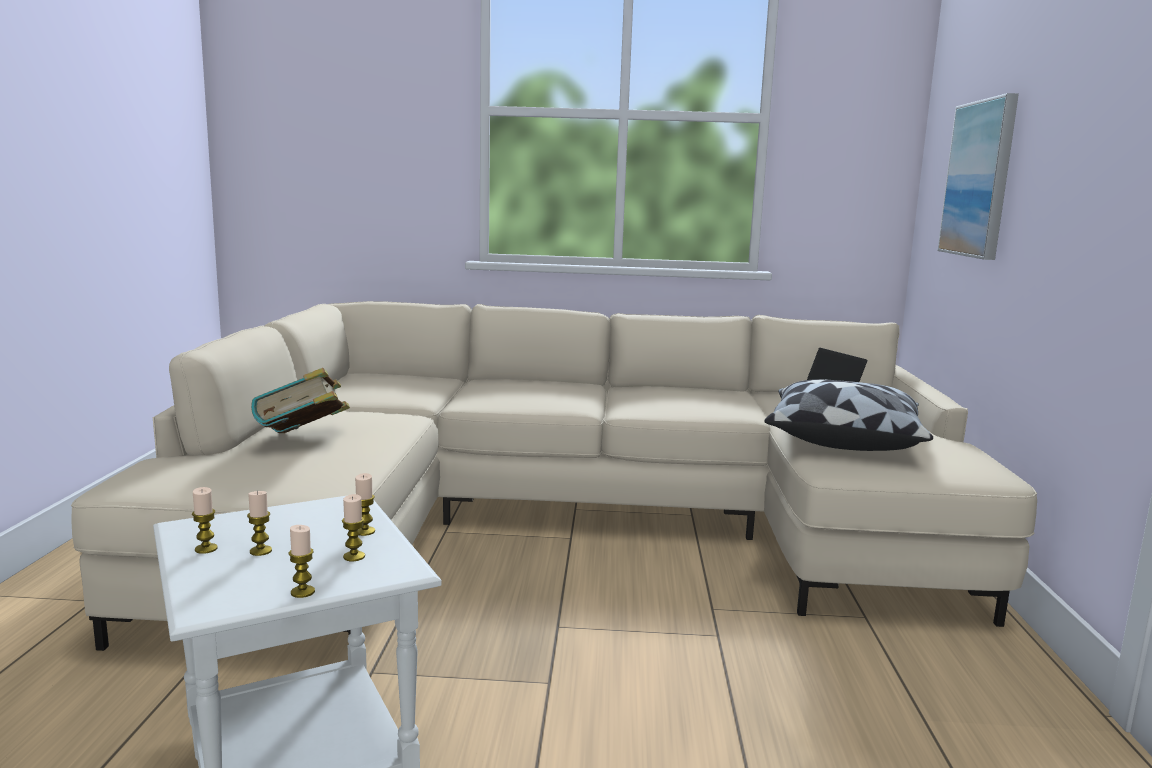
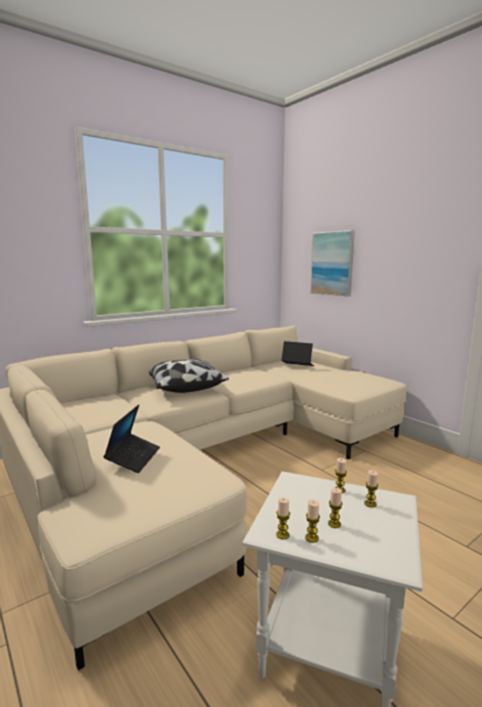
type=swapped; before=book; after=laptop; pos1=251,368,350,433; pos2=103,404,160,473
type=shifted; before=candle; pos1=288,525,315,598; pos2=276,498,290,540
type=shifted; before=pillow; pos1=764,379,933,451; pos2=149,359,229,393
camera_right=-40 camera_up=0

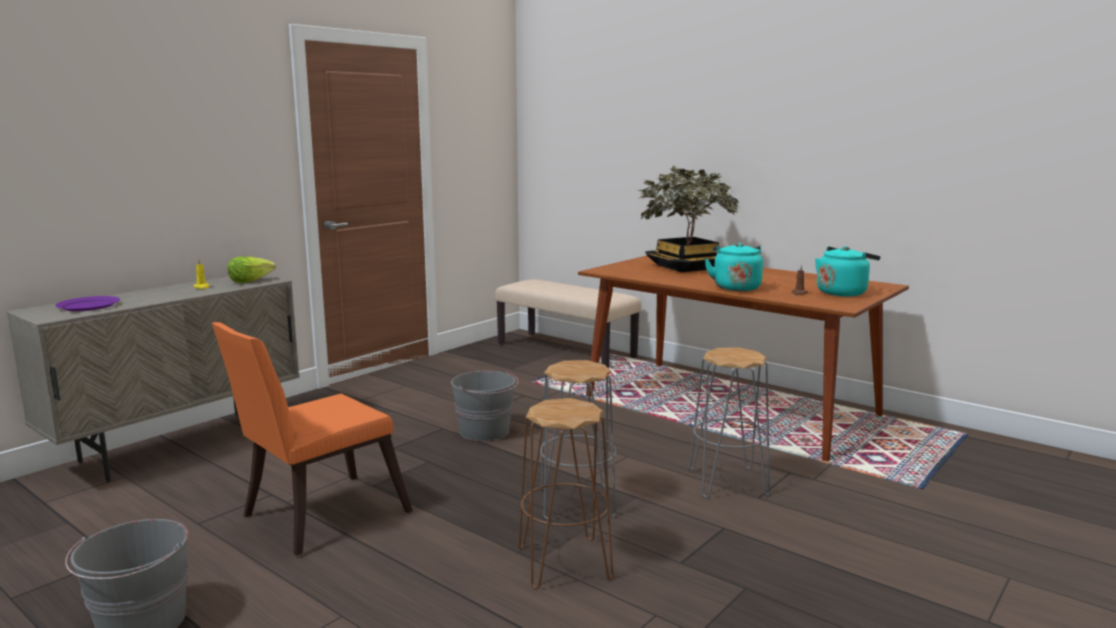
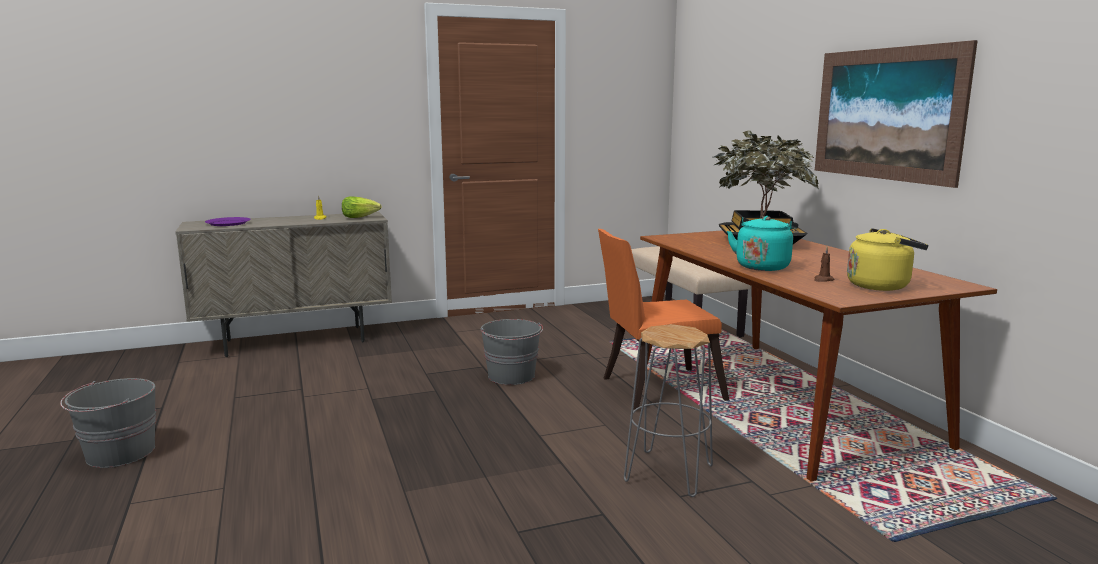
type=shifted; before=orange chair; pos1=212,322,413,556; pos2=598,229,729,410
type=gone; before=brown stool; pos1=518,398,613,589
type=gone; before=grey stool; pos1=540,360,616,520
type=repainted; before=turquoise kettle; after=yellow kettle; pos1=815,246,880,296; pos2=847,228,928,291
type=new; after=picture; pos2=815,40,978,188
camera_right=30 camera_up=0

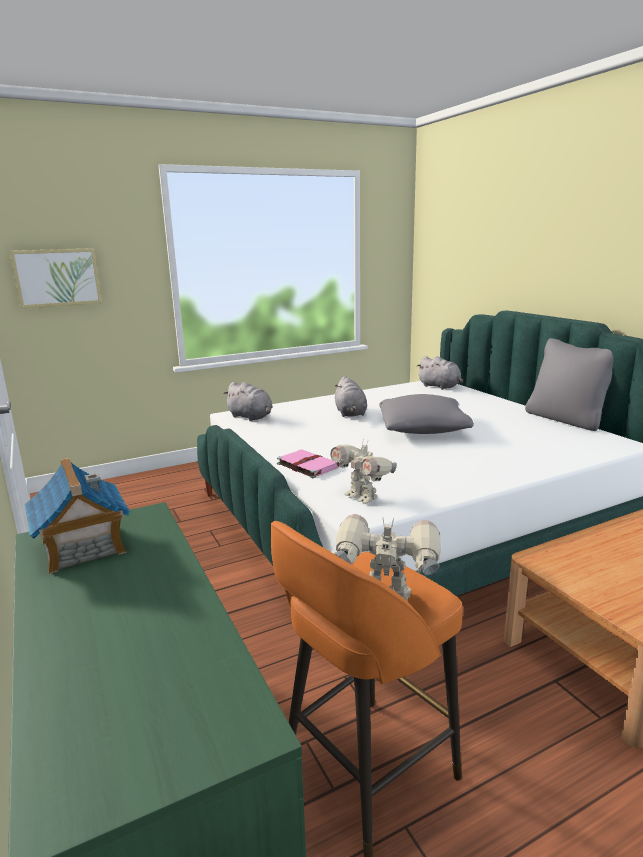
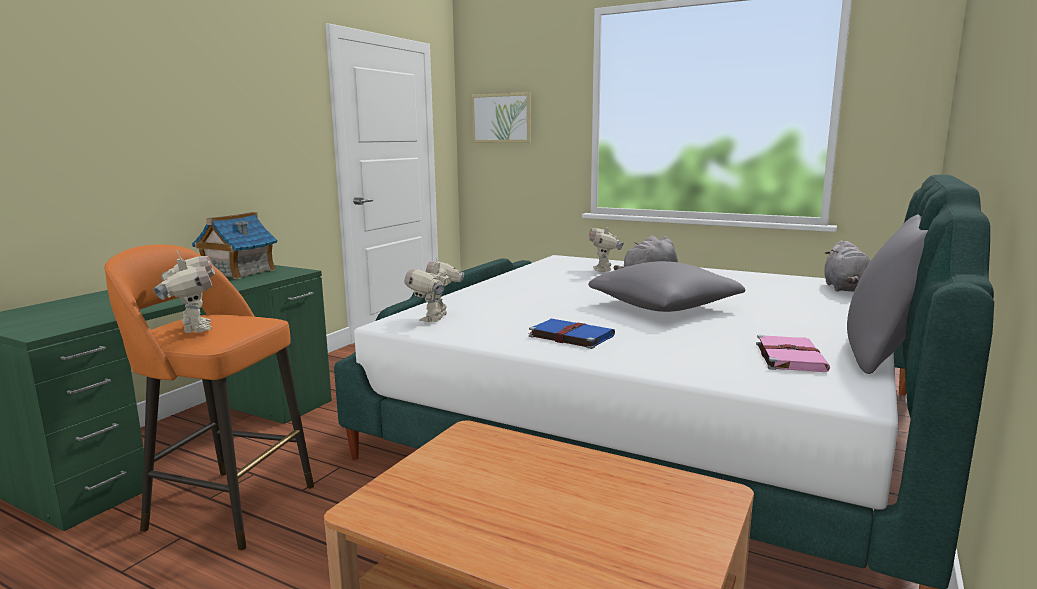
type=gone; before=grey plush toy; pos1=223,382,273,421
type=shifted; before=pink book; pos1=277,450,339,478; pos2=756,335,830,372
type=new; after=blue book; pos2=529,319,615,349
type=new; after=toy robot; pos2=588,224,623,272
camera_right=55 camera_up=-5

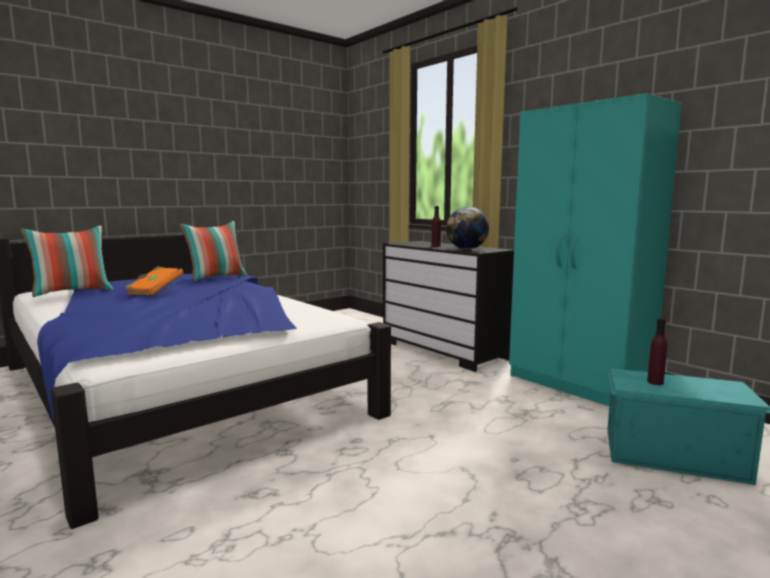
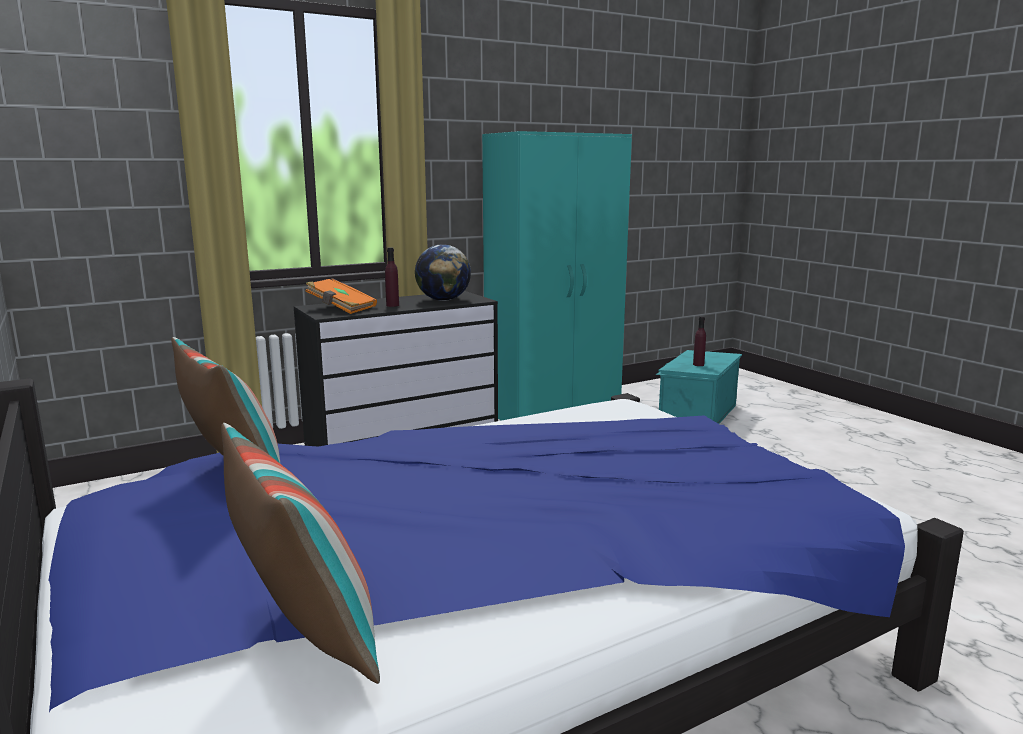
type=shifted; before=orange book; pos1=125,267,184,295; pos2=306,278,377,314
camera_right=-80 camera_up=5

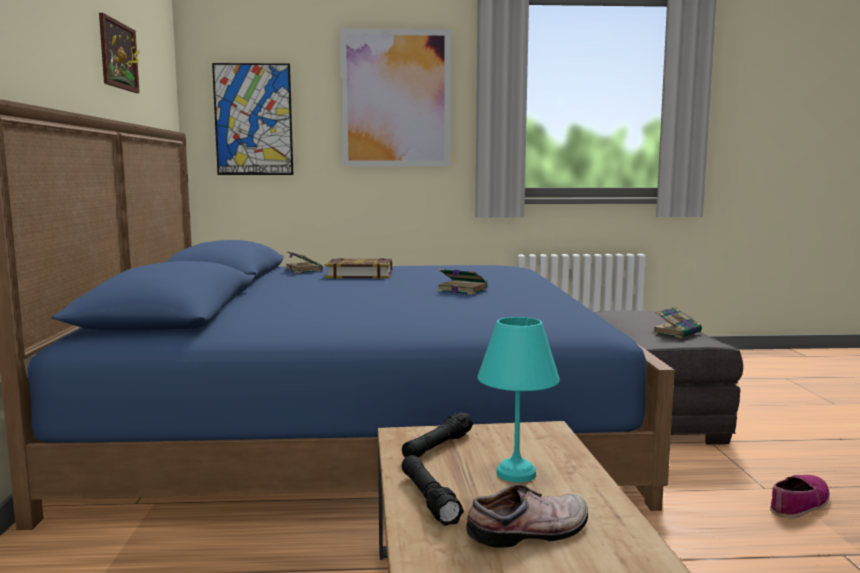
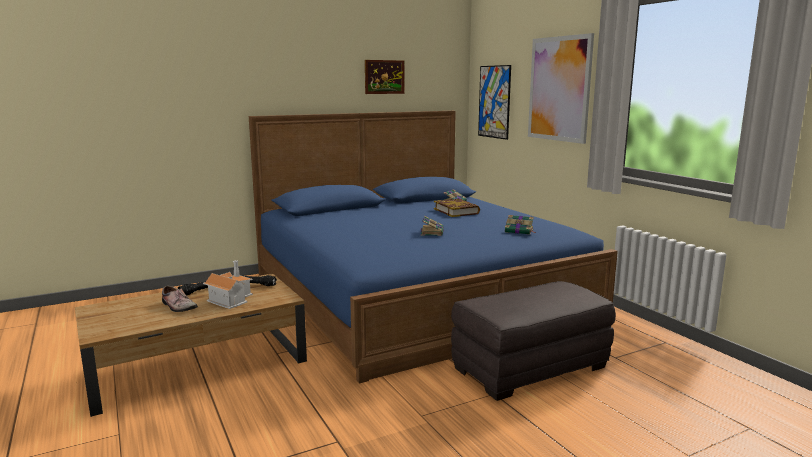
type=swapped; before=turquoise table lamp; after=toy house; pos1=477,317,560,482; pos2=203,260,253,309
type=shifted; before=book; pos1=652,307,702,338; pos2=505,215,535,235
type=gone; before=shoe; pos1=770,475,830,518
camera_right=65 camera_up=5

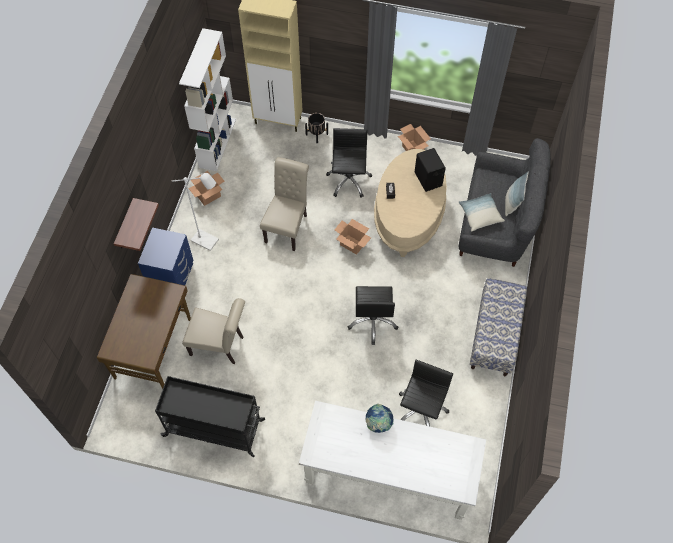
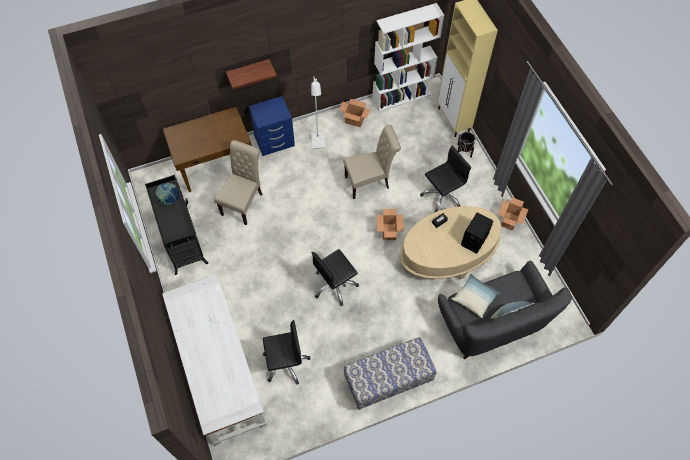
type=rotated; before=beige chair; pos1=182,298,245,364; pos2=214,140,263,225; turn=-135
type=shifted; before=globe; pos1=365,404,394,433; pos2=156,183,179,205
camera_right=55 camera_up=0

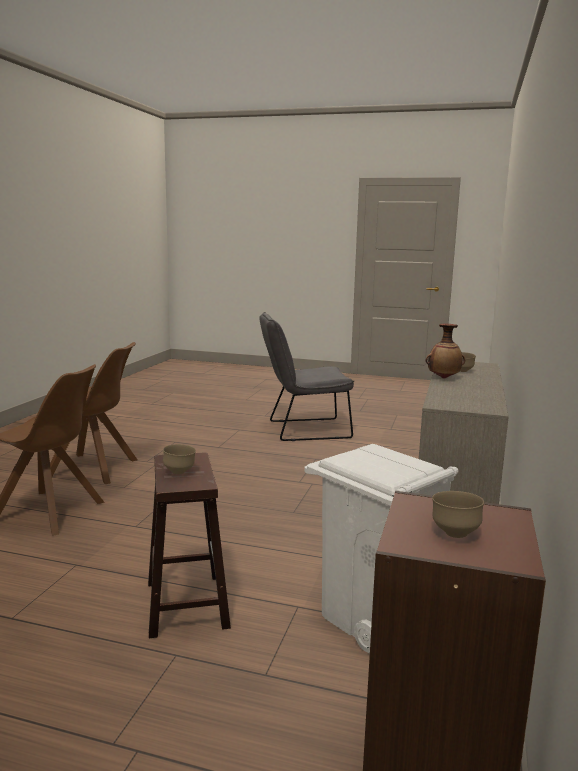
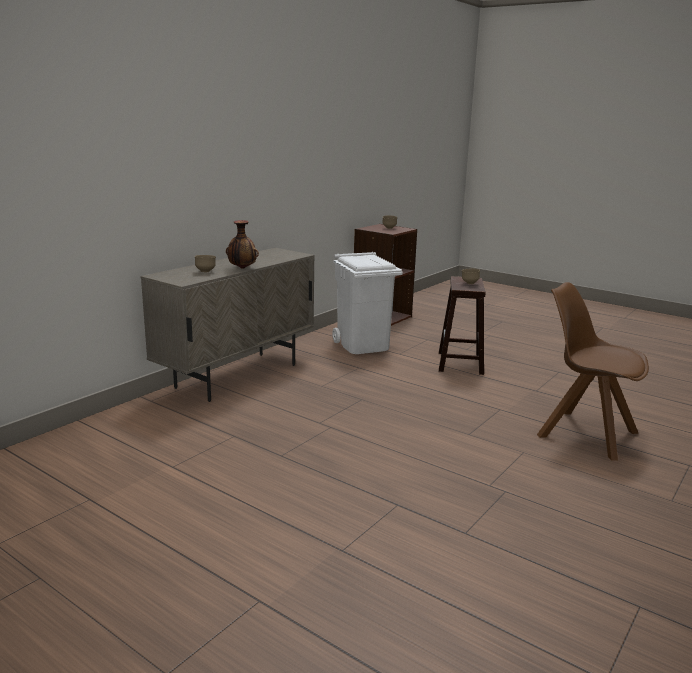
type=gone; before=brown chair; pos1=50,342,137,484
type=gone; before=grey chair; pos1=259,312,354,441
camera_right=-160 camera_up=5

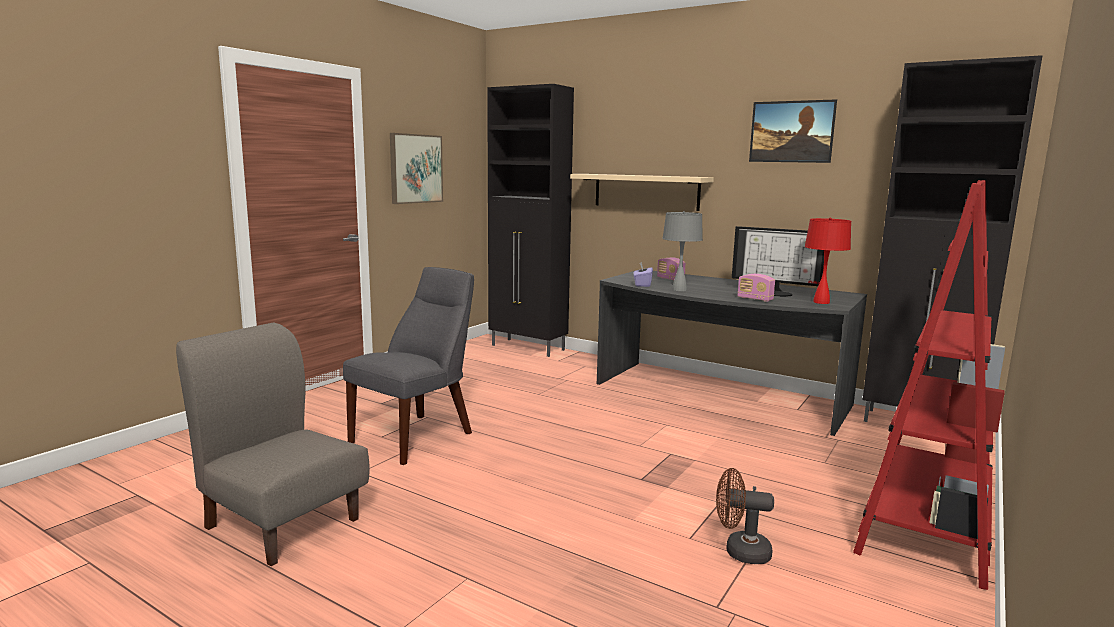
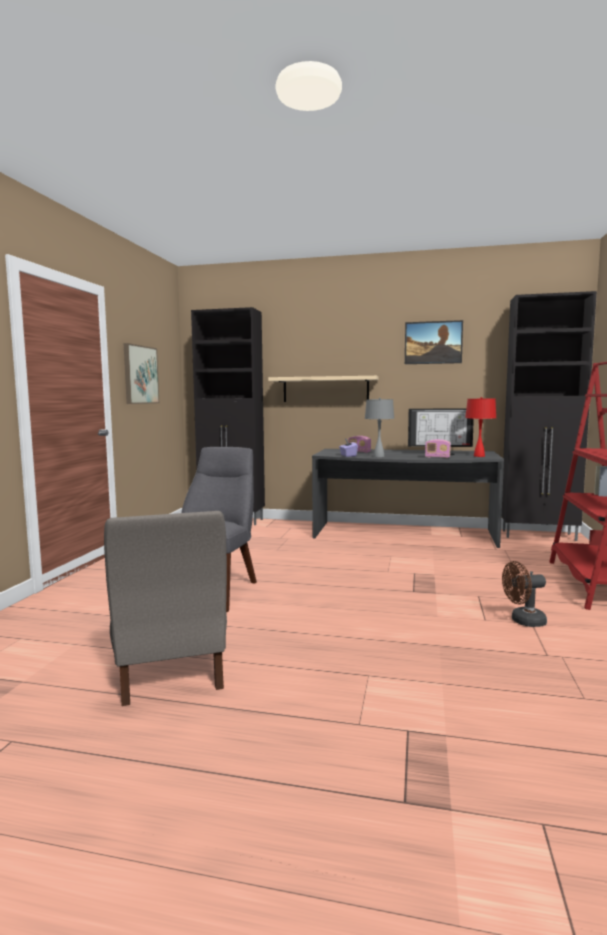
type=rotated; before=grey chair; pos1=176,323,370,566; pos2=104,511,227,706; turn=-120
camera_right=-20 camera_up=-5

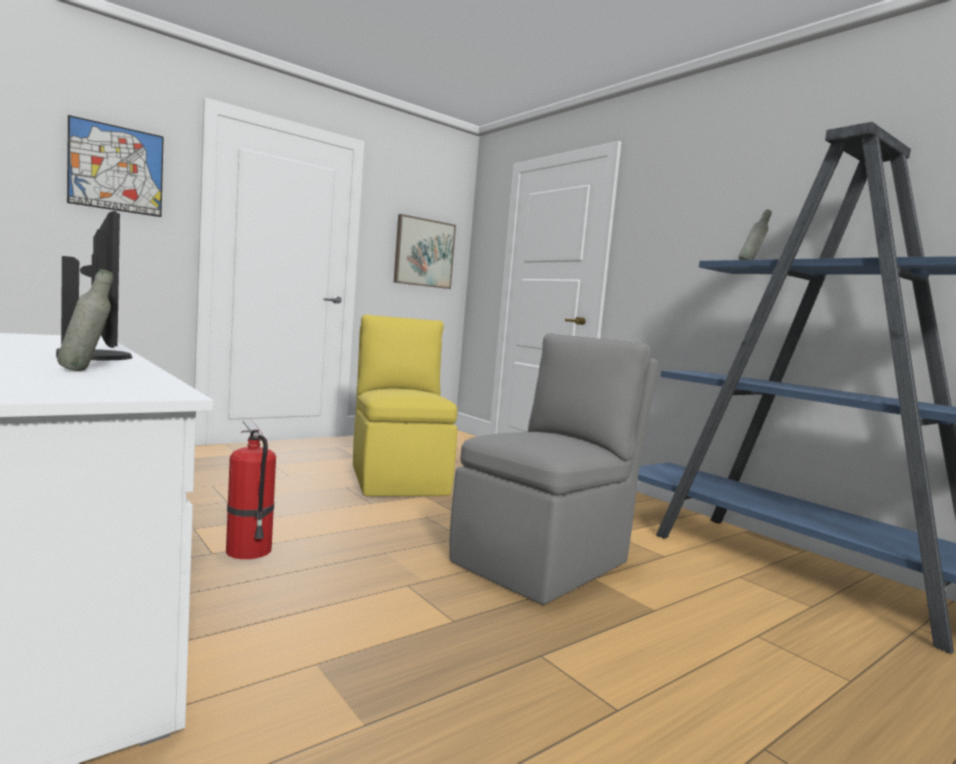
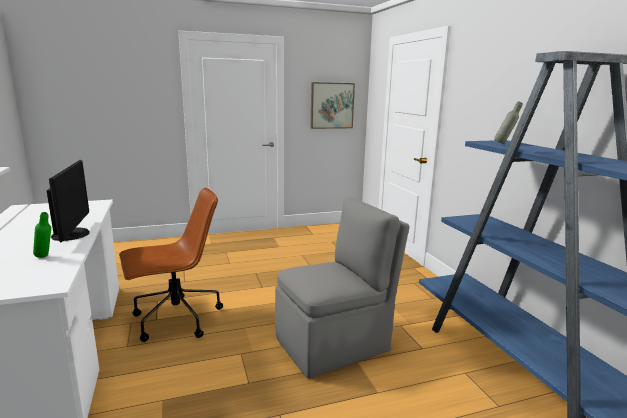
type=repainted; before=grey bottle; after=green bottle; pos1=57,269,113,371; pos2=33,212,51,258
type=gone; before=picture; pos1=67,115,164,217
type=swapped; before=fire extinguisher; after=brown office chair; pos1=226,420,276,559; pos2=119,187,223,342
type=gone; before=yellow chair; pos1=353,315,458,496
camera_right=20 camera_up=10

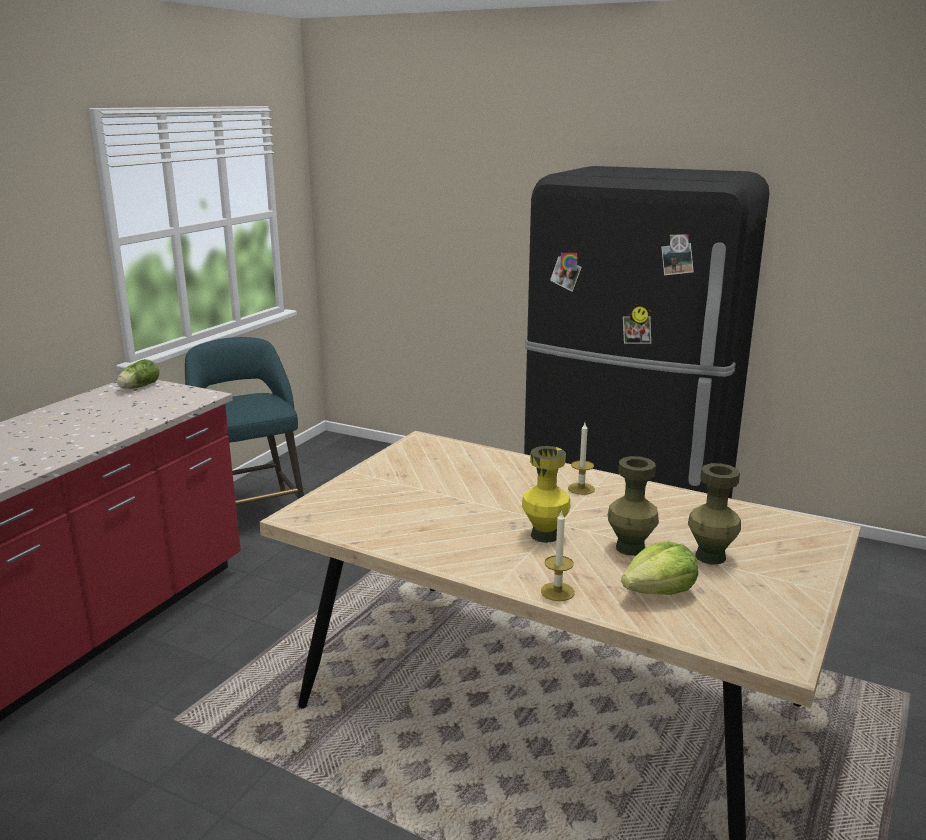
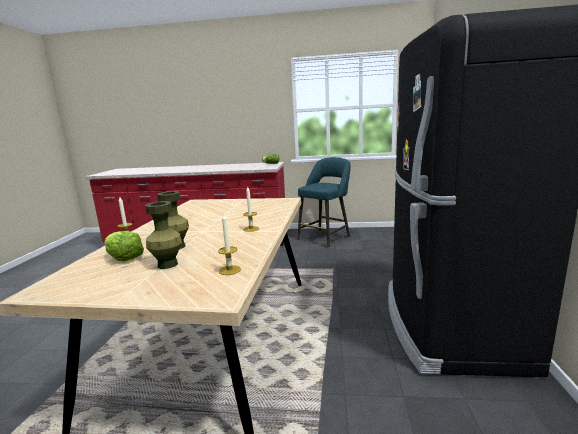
type=gone; before=yellow vase; pos1=522,446,571,543
type=new; after=candle; pos2=218,214,241,275
camera_right=70 camera_up=-5

